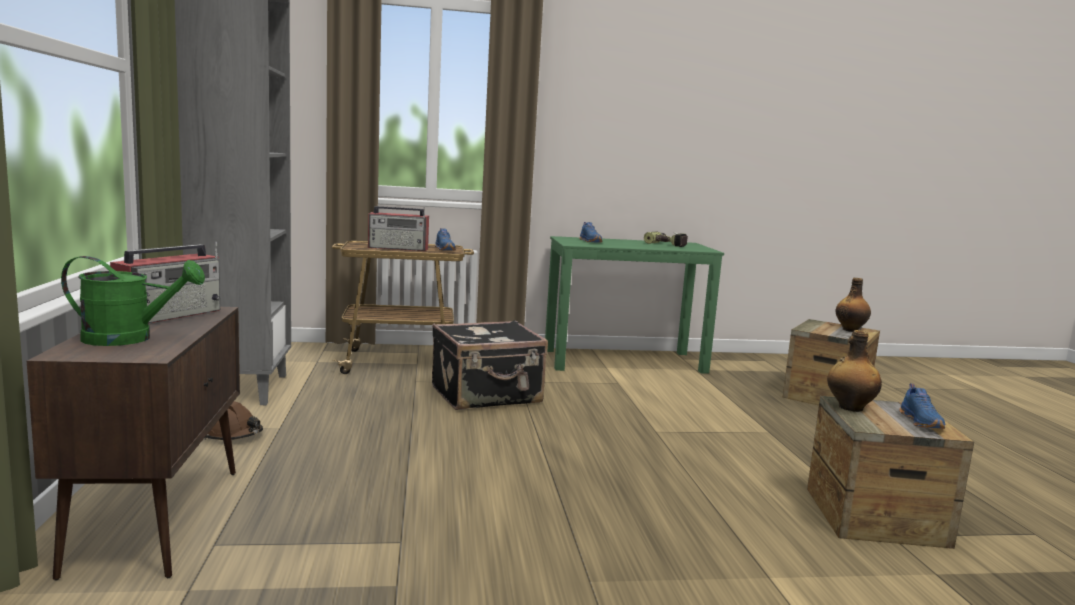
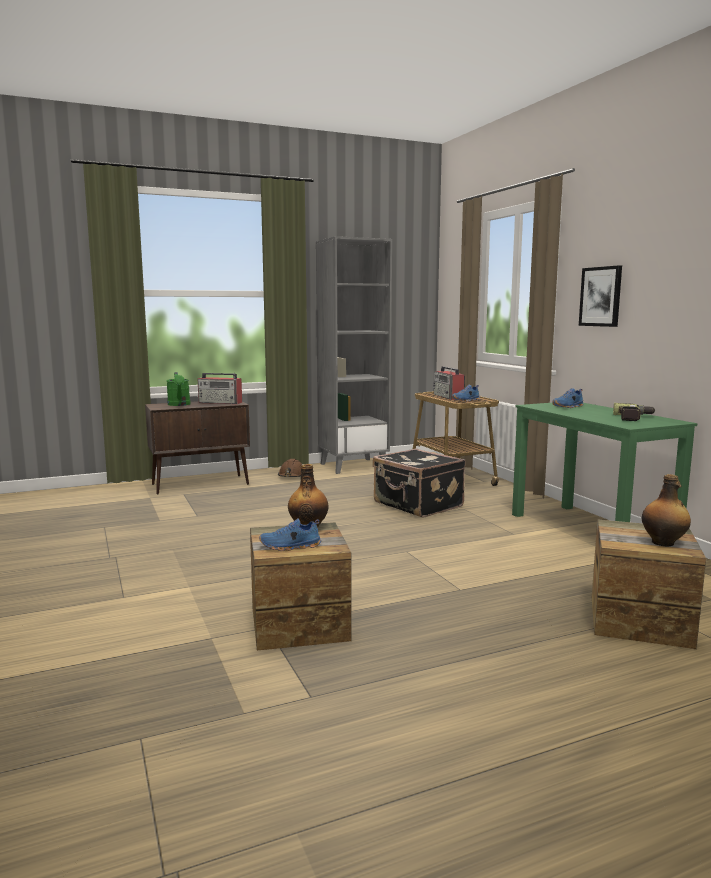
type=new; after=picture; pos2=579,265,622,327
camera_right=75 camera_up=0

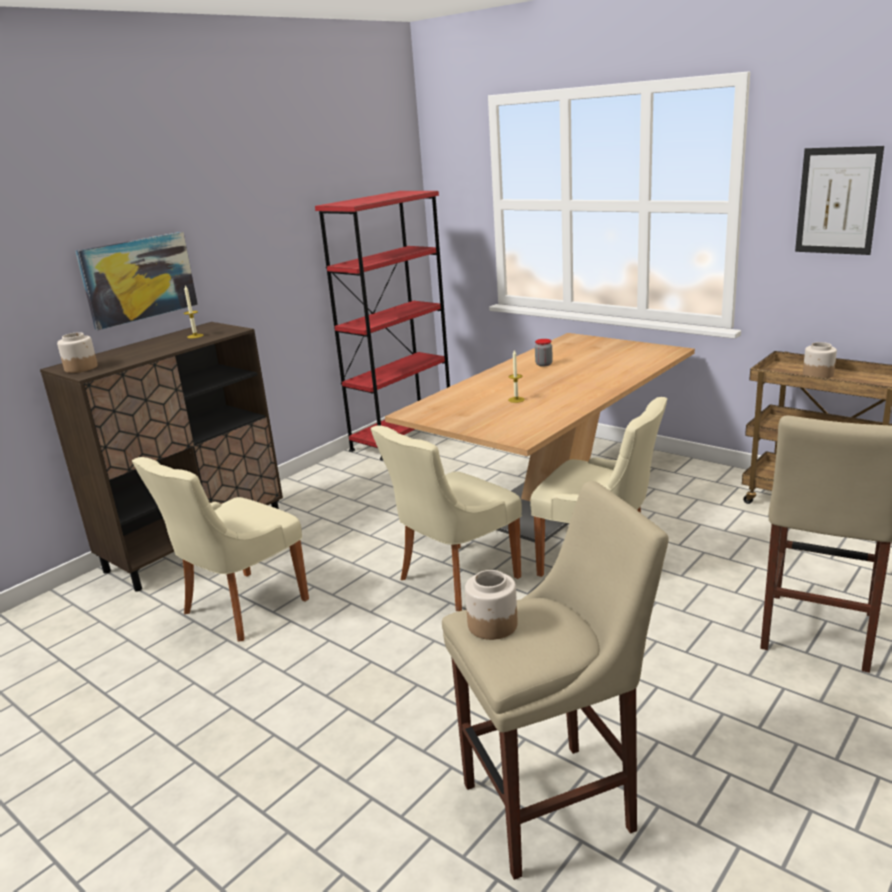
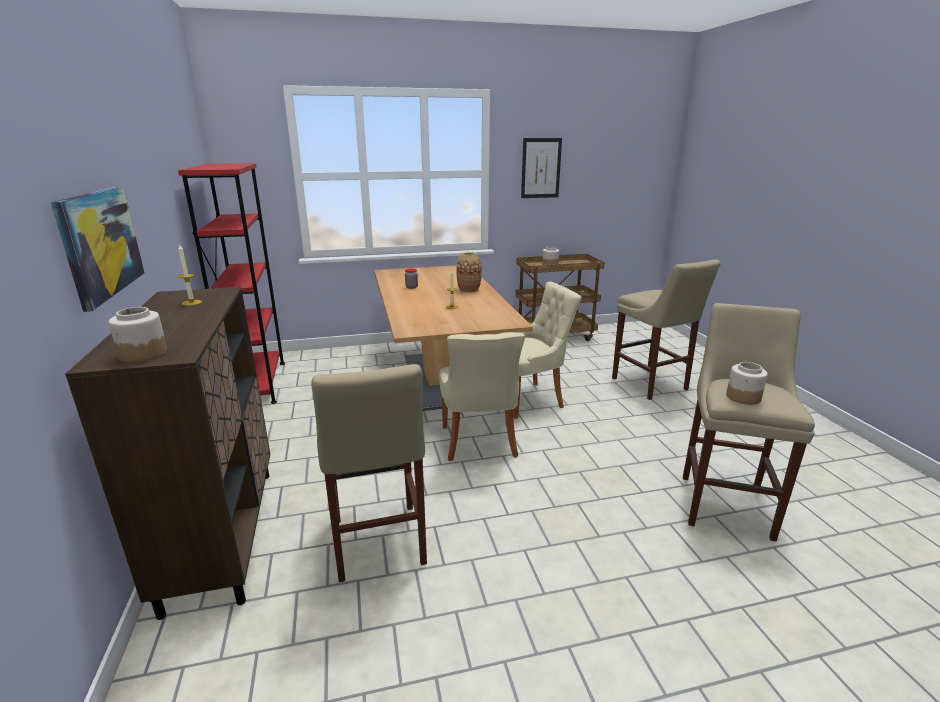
type=swapped; before=beige chair; after=beige stool; pos1=132,457,309,642; pos2=312,364,427,582
type=new; after=vase; pos2=456,252,482,293
camera_right=-55 camera_up=0

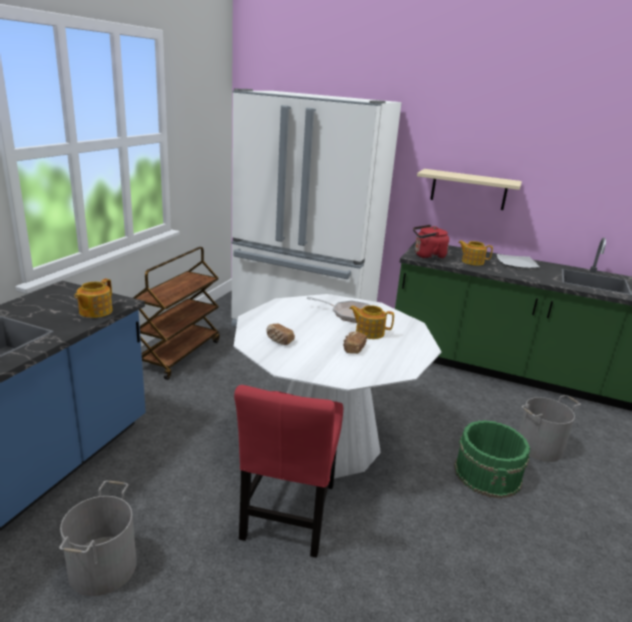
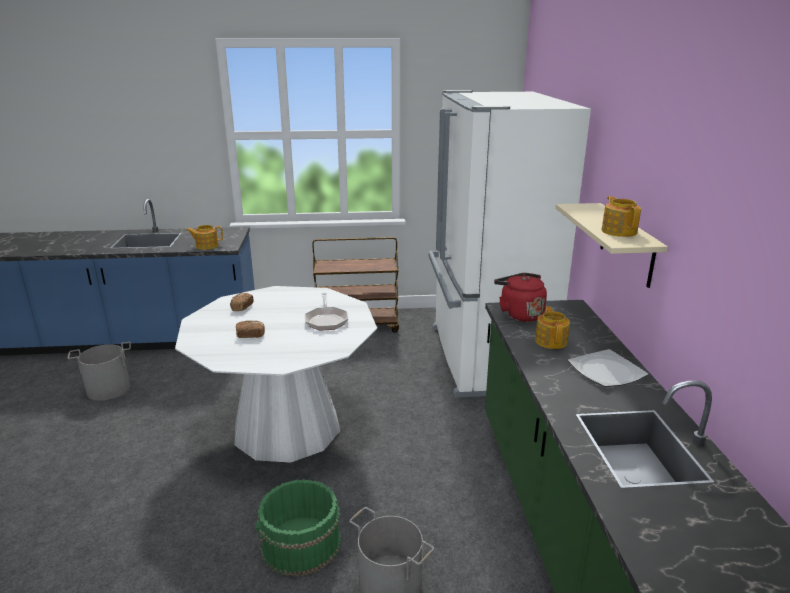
type=gone; before=red chair; pos1=234,385,343,558
type=shifted; before=teapot; pos1=349,305,394,339; pos2=601,196,641,237
camera_right=65 camera_up=0

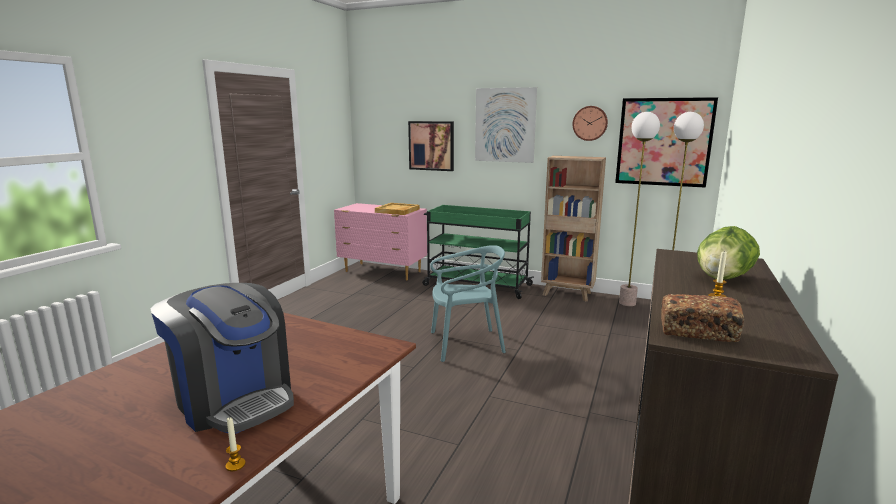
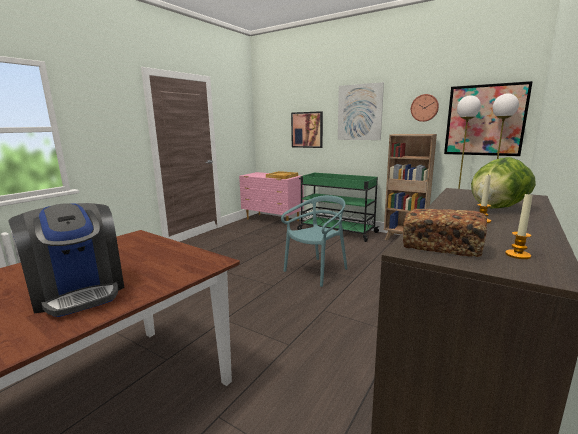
type=shifted; before=candle; pos1=226,417,246,471; pos2=505,193,532,259
type=rotated; before=turquoise chair; pos1=430,245,506,362; pos2=281,195,347,287; turn=-45
camera_right=10 camera_up=0

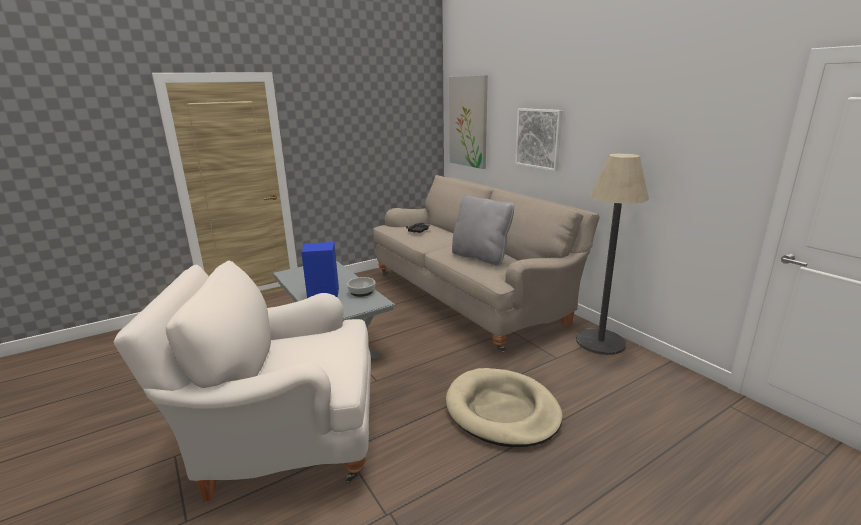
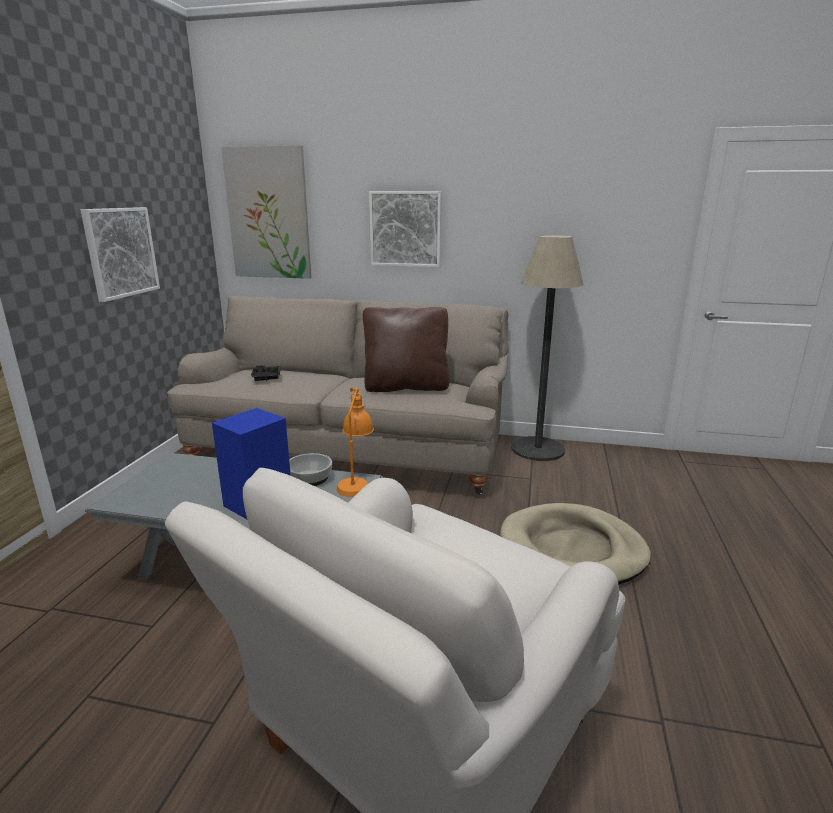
type=repainted; before=grey pillow; after=brown pillow; pos1=452,195,514,265; pos2=363,307,449,392
type=new; after=picture; pos2=81,207,160,302
type=new; after=orange table lamp; pos2=337,387,374,497
camera_right=-45 camera_up=0

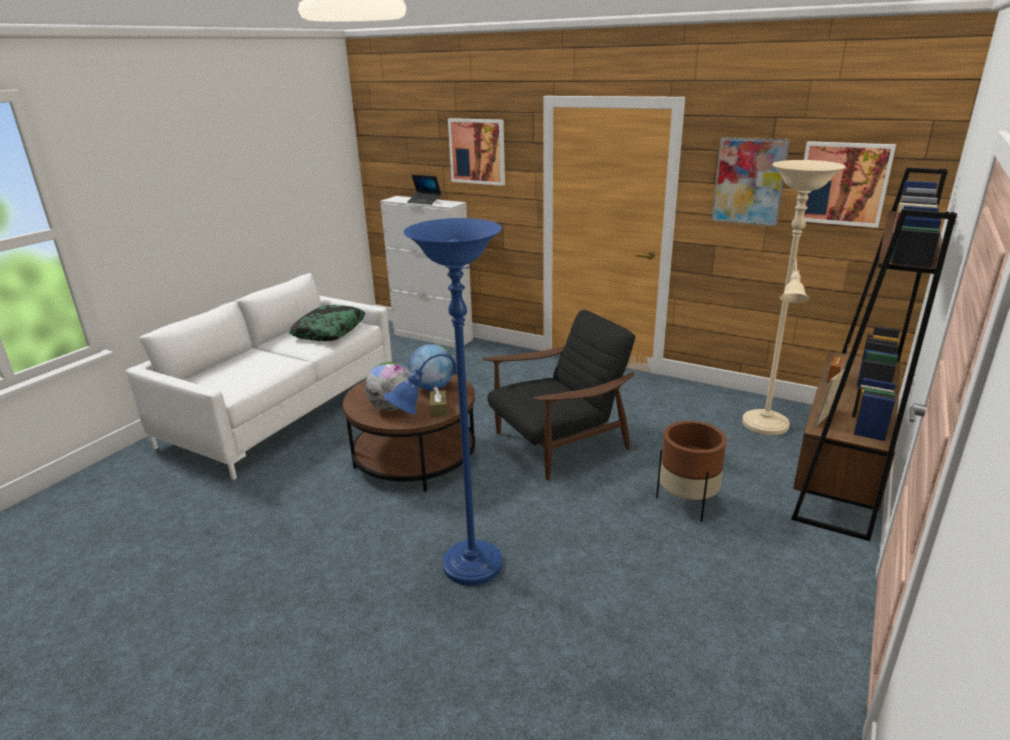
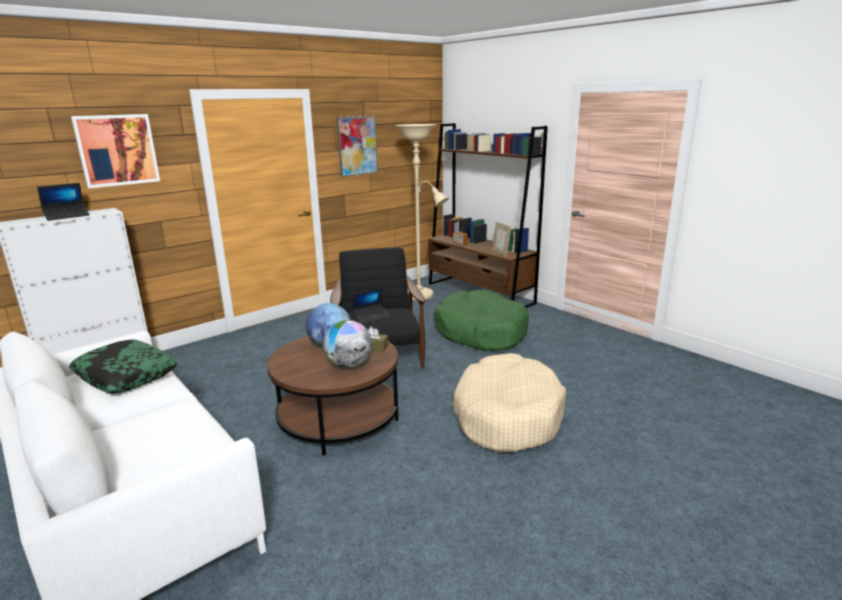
type=swapped; before=blue floor lamp; after=beige dog bed; pos1=383,218,502,586; pos2=452,353,566,453
type=swapped; before=brown planter; after=green dog bed; pos1=656,421,727,522; pos2=434,290,529,352
type=gone; before=picture; pos1=794,141,896,228
type=new; after=laptop; pos2=351,288,390,325
camera_right=-70 camera_up=-5

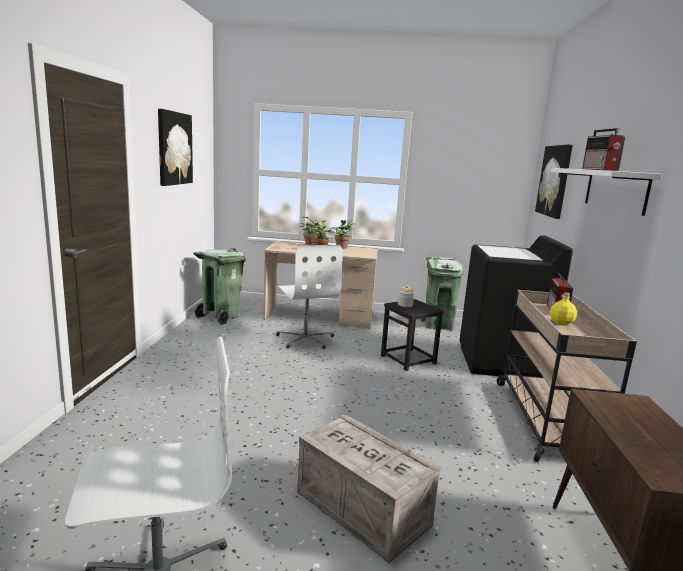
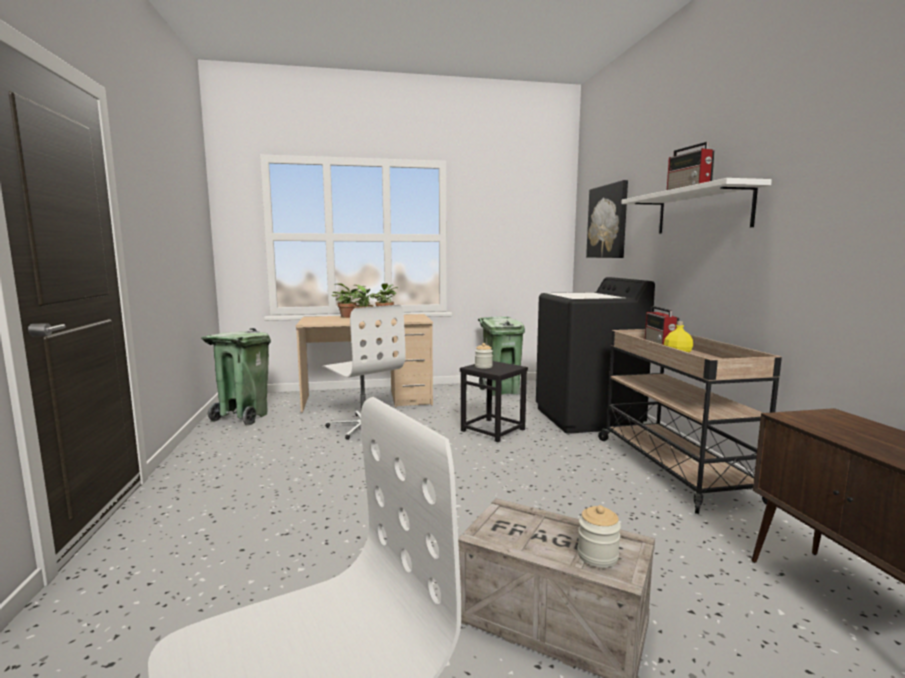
type=gone; before=picture; pos1=158,109,193,186
type=new; after=jar; pos2=577,505,621,568
camera_right=-15 camera_up=-5

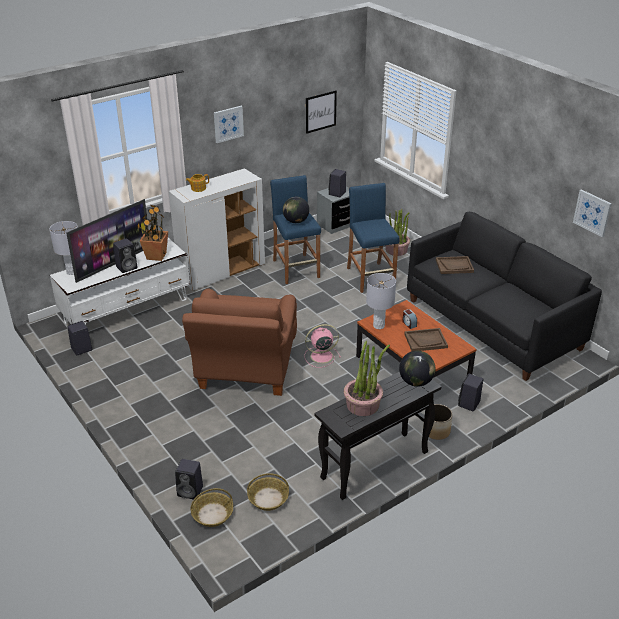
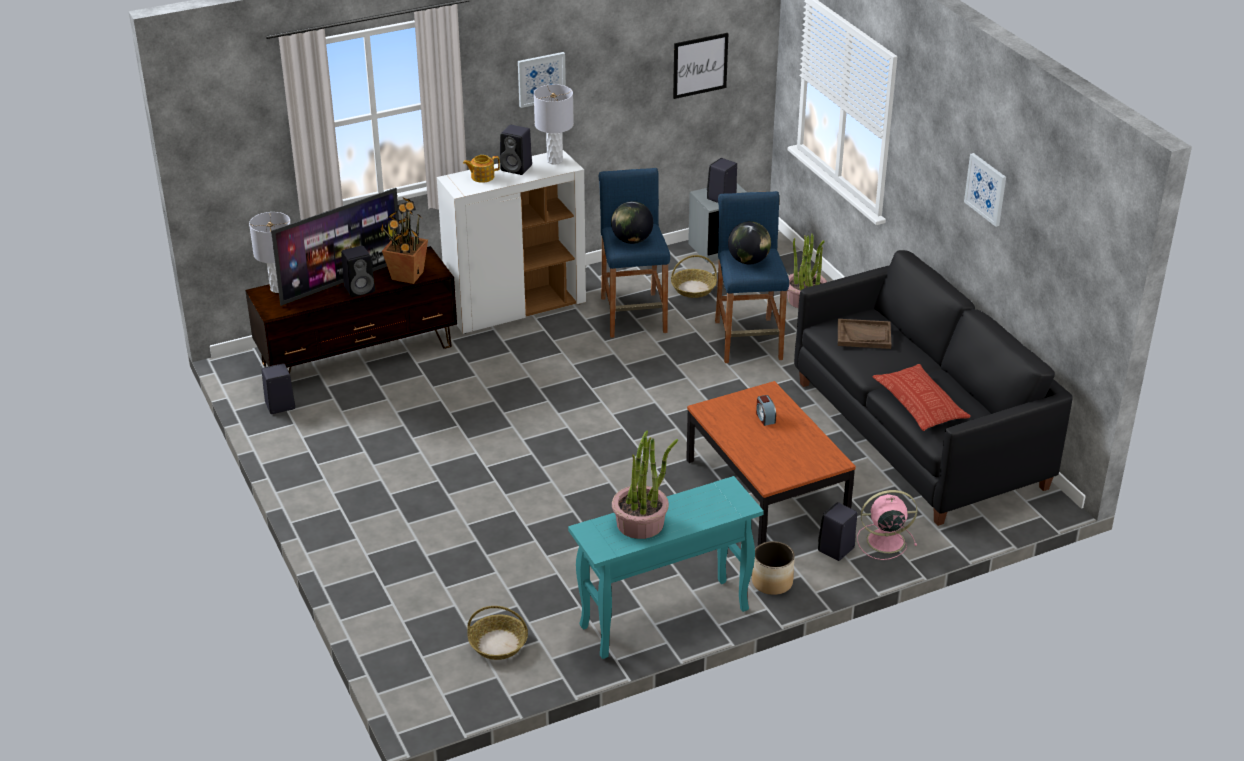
type=repainted; before=white tv stand; after=brown tv stand; pos1=50,238,190,325; pos2=245,246,457,373
type=shifted; before=black speaker; pos1=175,459,203,500; pos2=500,125,532,175
type=gone; before=brown armchair; pos1=182,288,297,396
type=shifted; before=basket; pos1=190,488,233,527; pos2=671,255,717,298
type=shifted; before=pink fan; pos1=304,324,341,368; pos2=857,490,917,560
type=repainted; before=black console table; after=turquoise console table; pos1=314,372,442,500; pos2=568,476,764,659
type=shifted; before=grey table lamp; pos1=366,273,396,329; pos2=534,84,574,165
type=shifted; before=globe; pos1=399,351,436,387; pos2=728,221,771,264
type=gone; before=brown tray; pos1=404,328,448,351
type=shifted; before=picture; pos1=573,189,612,237; pos2=964,153,1006,227
type=new; after=pillow; pos2=873,364,971,431
camera_right=10 camera_up=0

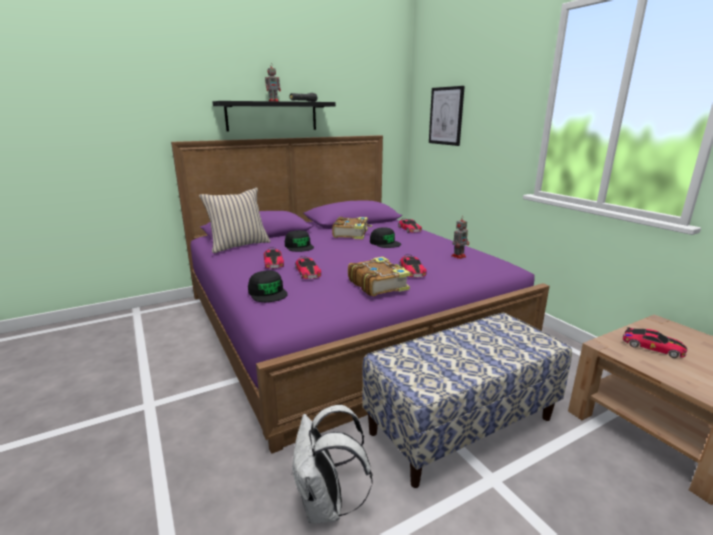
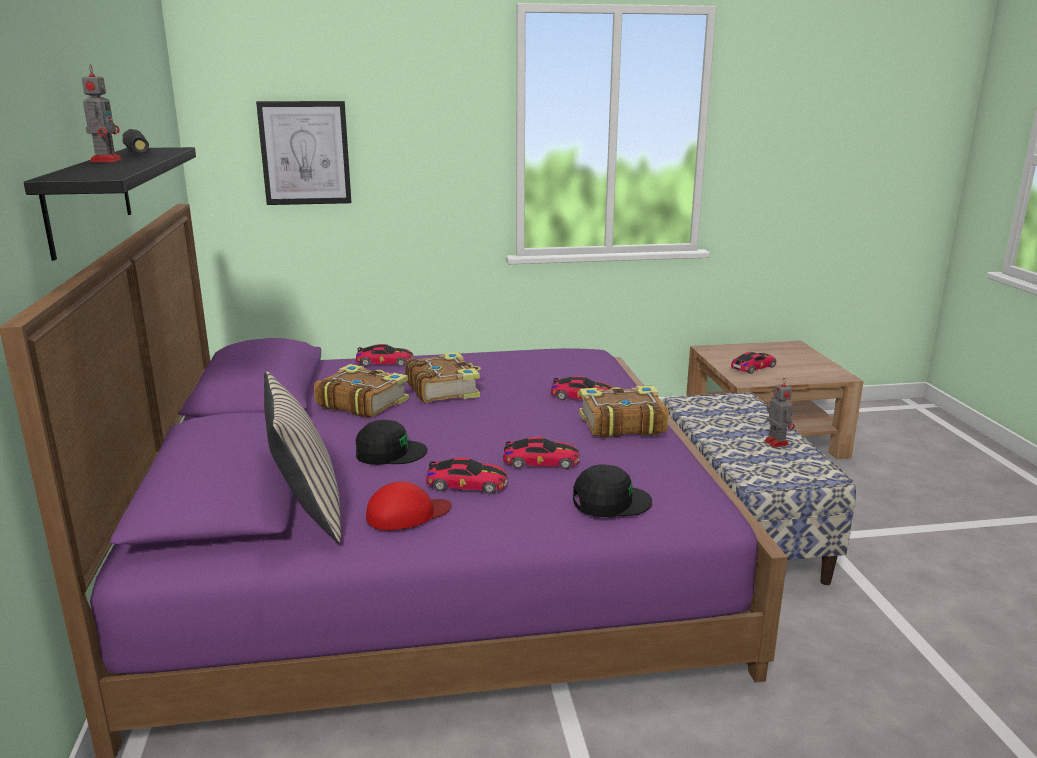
type=gone; before=white backpack; pos1=291,405,372,523
type=swapped; before=black cap; after=book; pos1=370,227,401,248; pos2=405,352,481,403
type=shifted; before=toy robot; pos1=451,217,469,259; pos2=764,379,795,448
type=new; after=red cap; pos2=366,481,451,530
camera_right=-70 camera_up=0

